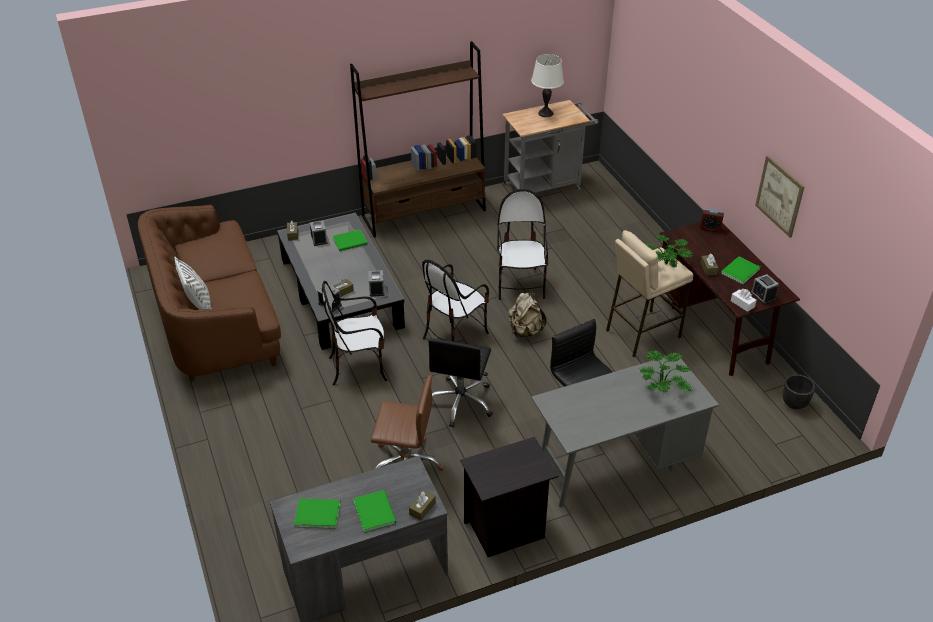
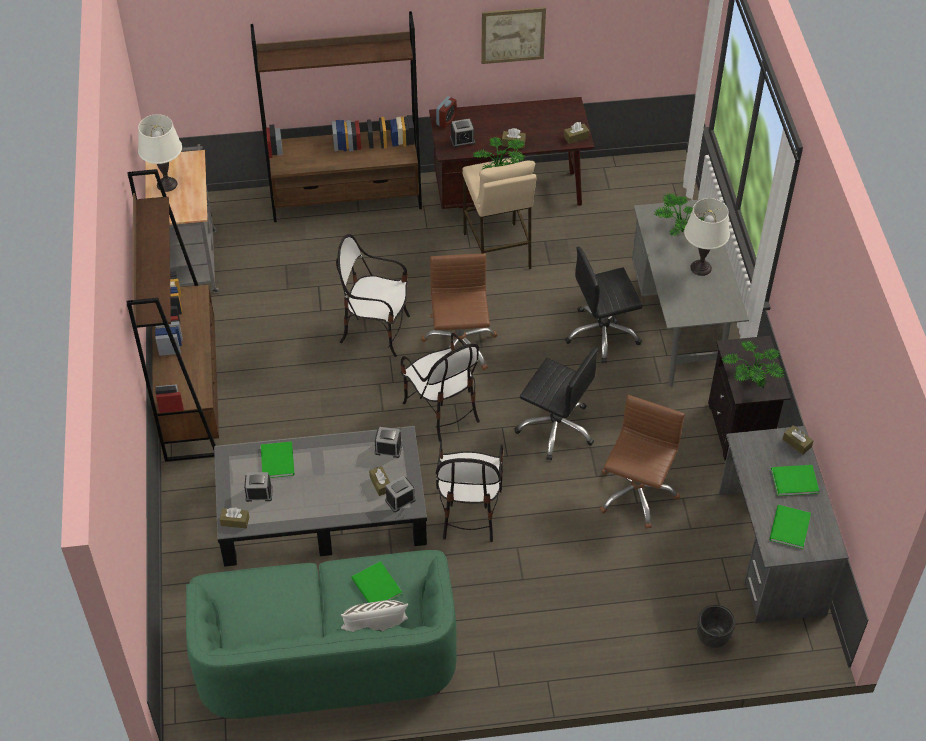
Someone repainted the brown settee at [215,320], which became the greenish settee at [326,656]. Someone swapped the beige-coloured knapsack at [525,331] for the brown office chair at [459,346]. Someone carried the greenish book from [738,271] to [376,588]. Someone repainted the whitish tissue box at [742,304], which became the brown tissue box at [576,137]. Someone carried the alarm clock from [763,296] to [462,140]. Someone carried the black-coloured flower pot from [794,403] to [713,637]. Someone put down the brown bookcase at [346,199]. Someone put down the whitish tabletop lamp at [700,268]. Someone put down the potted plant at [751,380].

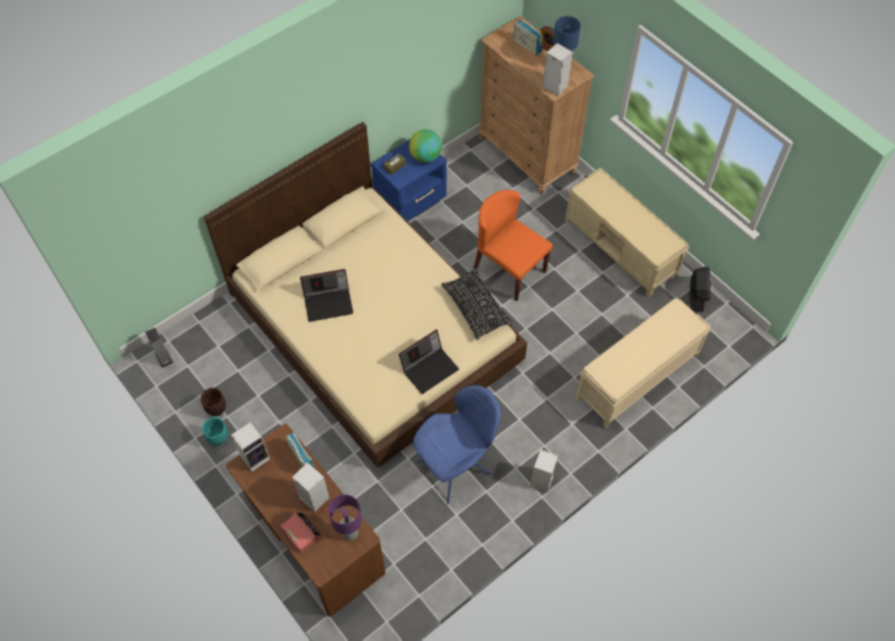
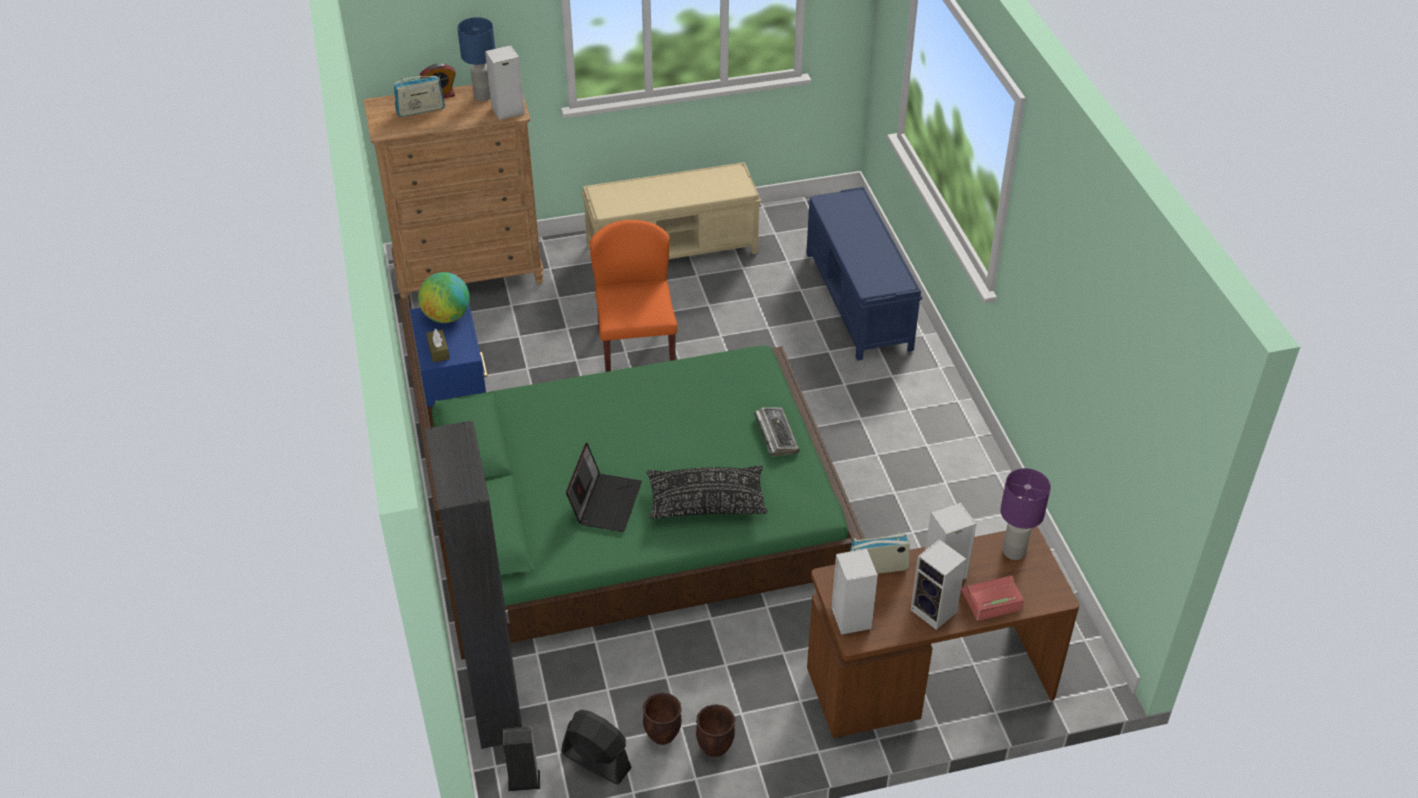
Someone repainted the turquoise flower pot at [218,439], which became the brown flower pot at [715,748]. Someone repainted the beige-coloured bed at [374,326], which became the greenish bed at [632,510]. Someone swapped the laptop at [429,368] for the PC keyboard at [776,434]. Someone took away the blue-coloured plain chair at [456,466]. Someone carried the black-coloured throw pillow from [476,308] to [706,502]. Someone rotated the orangey plain chair at [509,270] by 105 degrees clockwise. Someone carried the loudspeaker from [542,482] to [935,611]. Someone repainted the beige-coloured indoor bench at [636,376], which became the blue-coloured indoor bench at [858,301]. Someone carried the black-coloured fan from [696,295] to [596,760]. Someone put down the black-coloured armoire at [495,704].

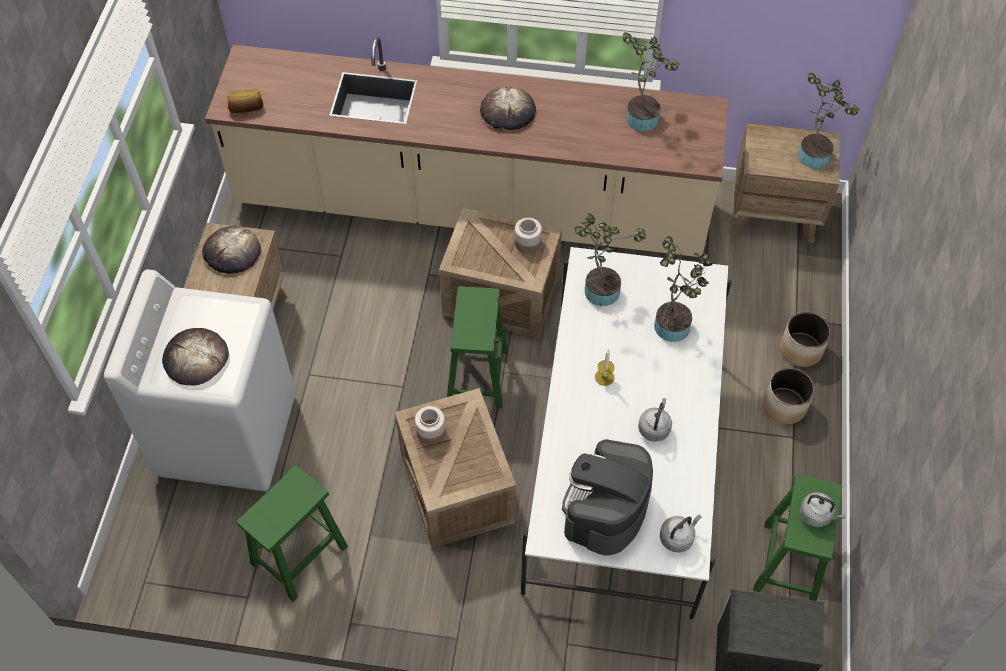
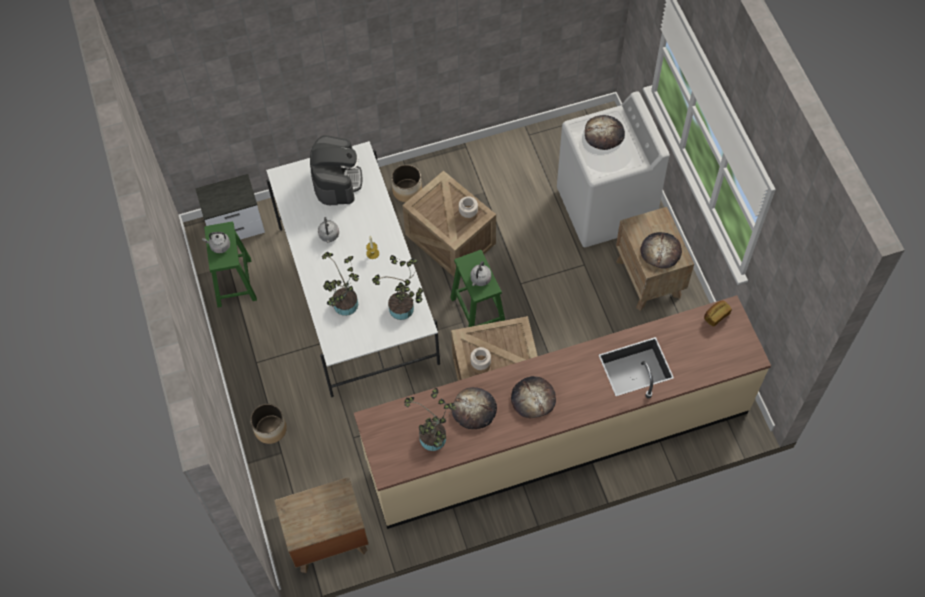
Someone took away the greenish stool seat at [300,554]. Someone carried the greyish tea kettle from [677,537] to [480,279]. Someone carried the flower pot from [784,406] to [407,190]. Someone took away the potted plant at [814,153]. Someone put down the bread at [474,409].

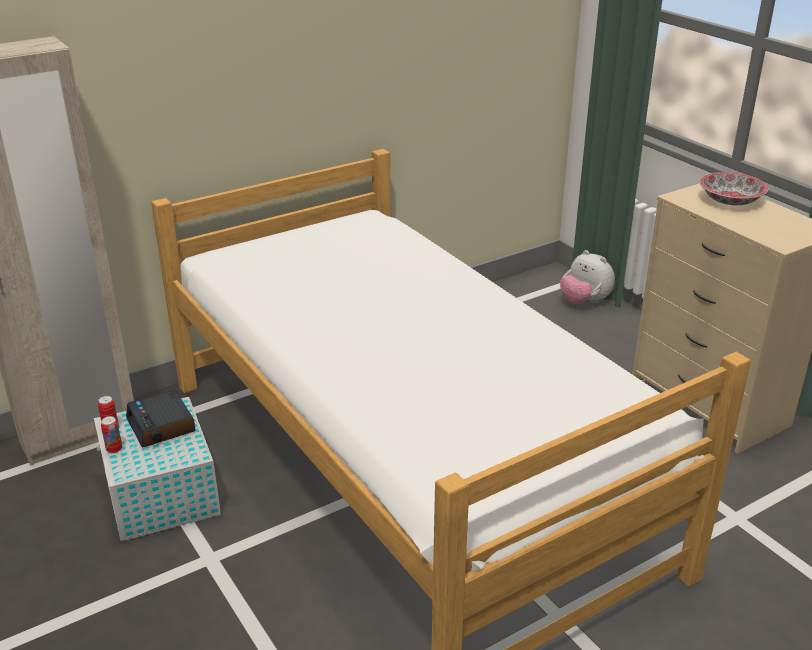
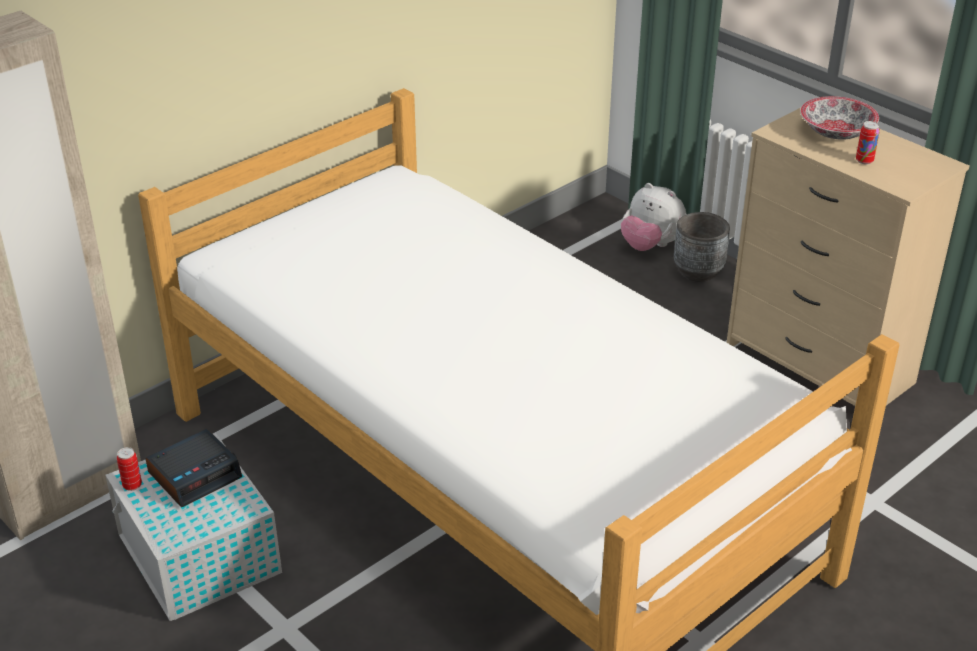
Someone carried the metal can from [114,449] to [864,161]. Someone rotated the alarm clock at [162,425] by 90 degrees counterclockwise. Someone put down the greyish flower pot at [698,271].

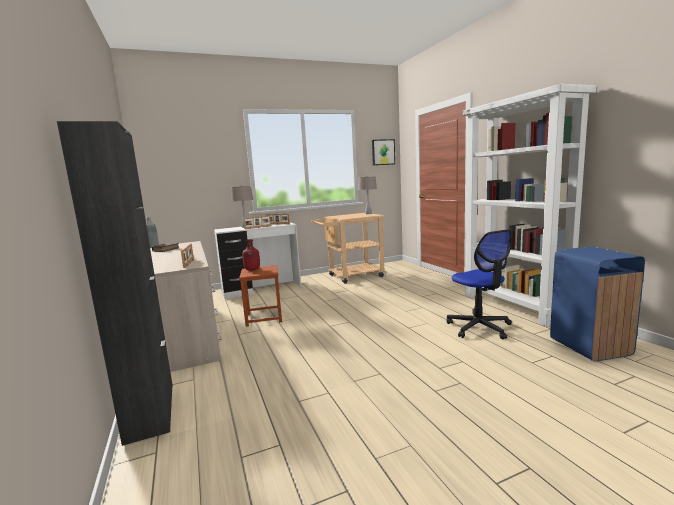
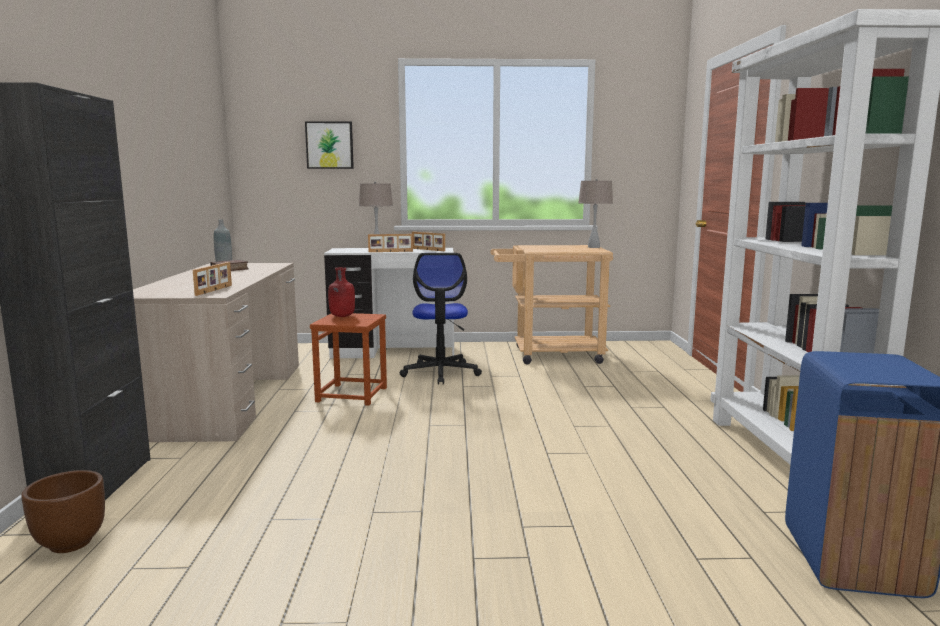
Someone carried the picture from [383,152] to [329,145]. Someone carried the office chair from [479,327] to [440,373]. Someone put down the brown flower pot at [70,543].

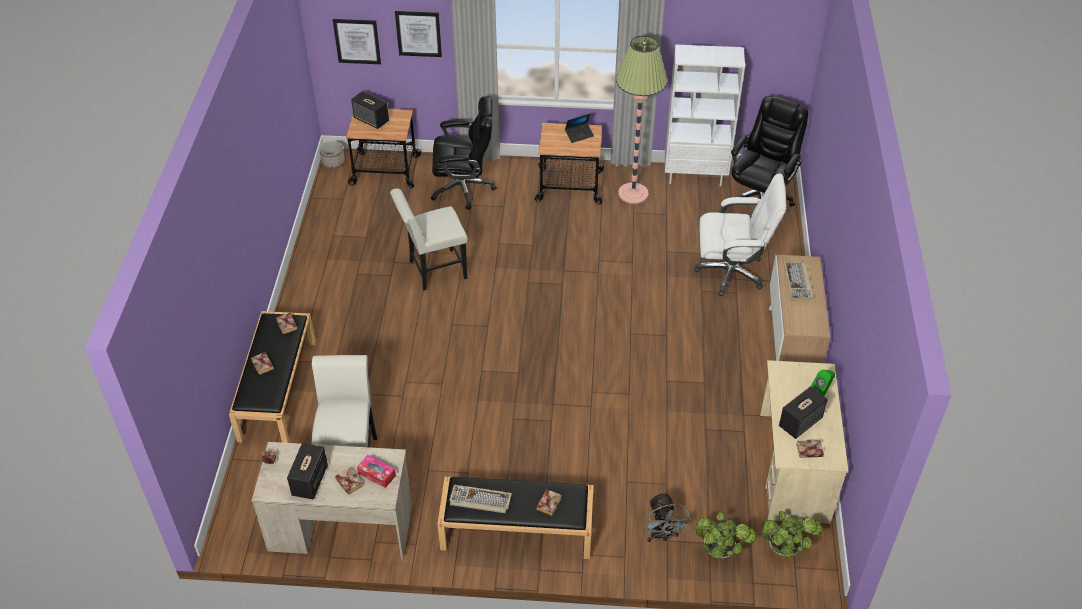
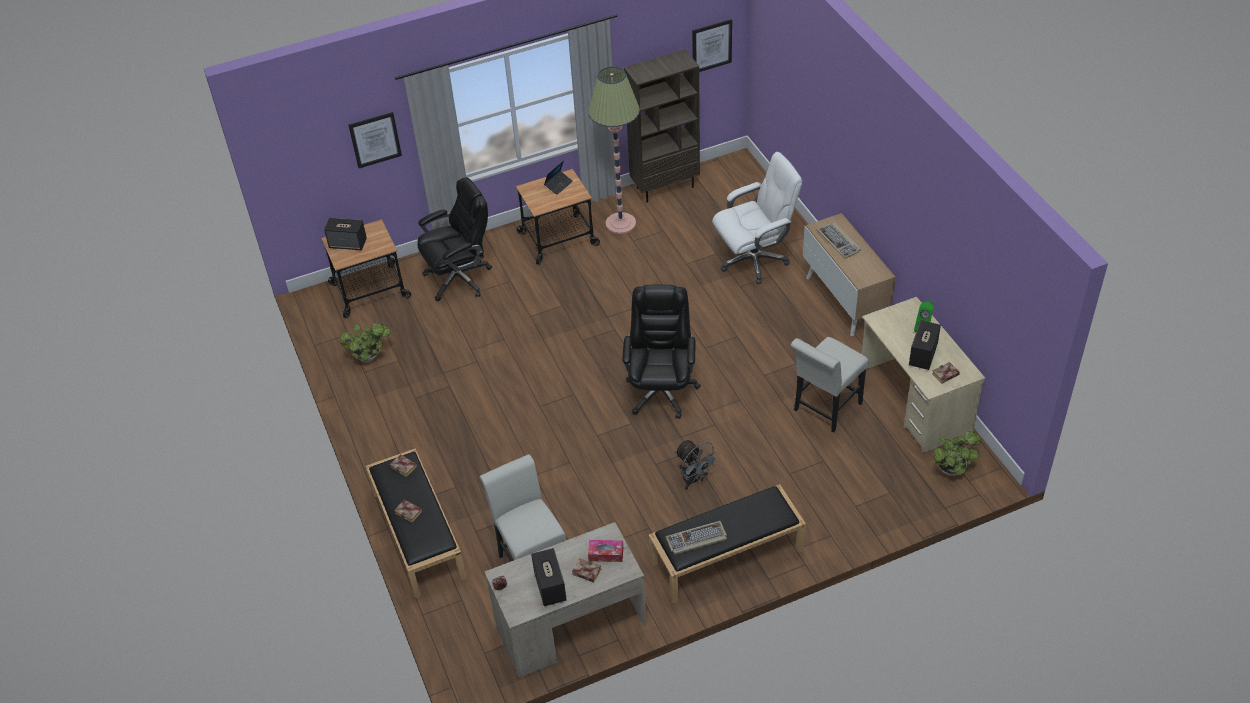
Someone took away the flower pot at [333,163]. Someone carried the picture from [357,41] to [711,46]. Someone carried the whitish plain chair from [433,271] to [824,409]. Someone took away the book at [548,503]. Someone carried the greyish fan from [662,536] to [694,480]. Someone repainted the whitish bookcase at [695,176], which became the brown bookcase at [665,187]. Someone carried the potted plant from [721,551] to [370,356]. Someone carried the black-coloured office chair from [760,197] to [661,390].

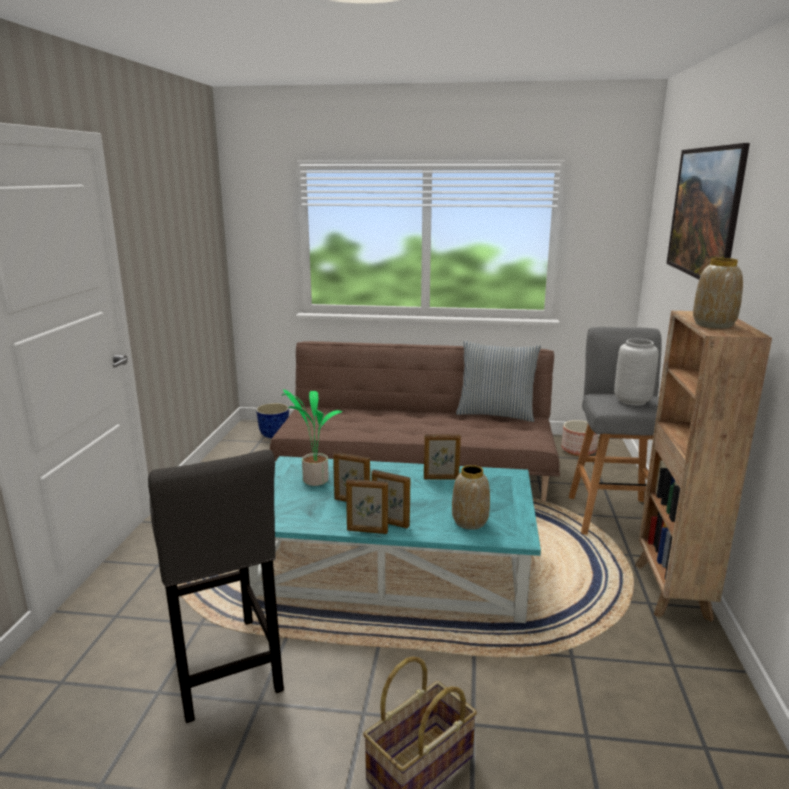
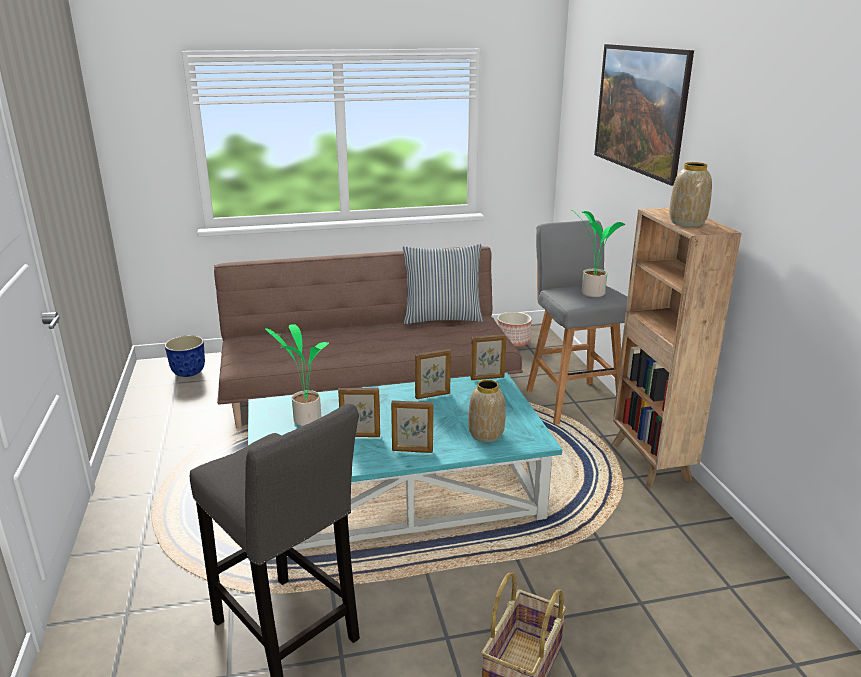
Someone carried the photo frame from [367,531] to [487,378]. Someone swapped the greyish decorative vase at [633,401] for the potted plant at [591,293].

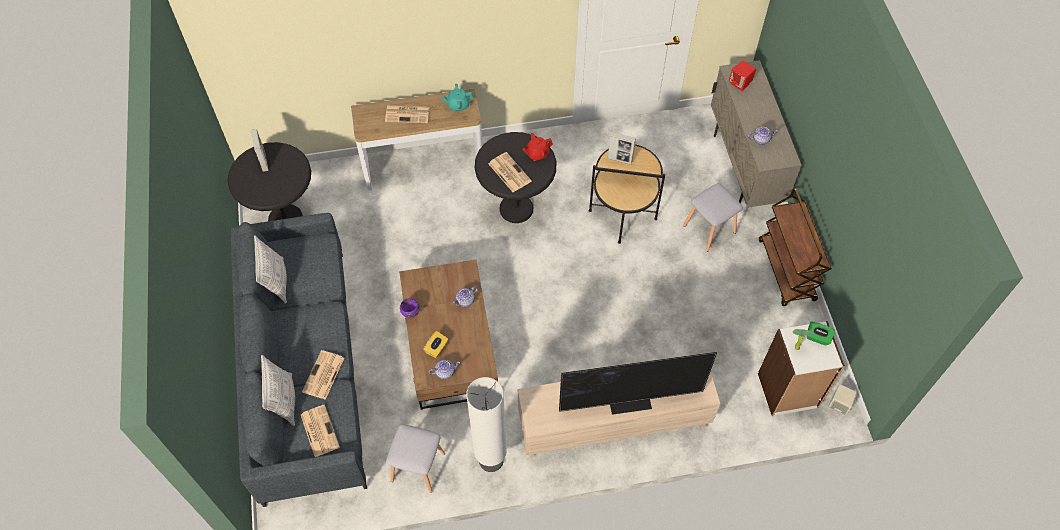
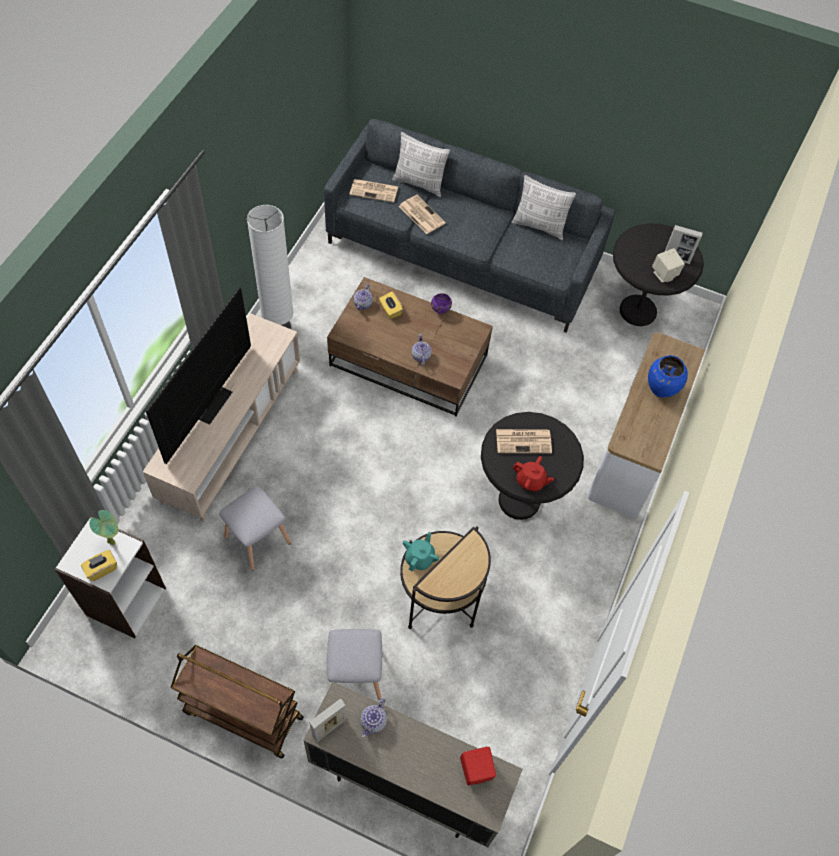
Someone swapped the newspaper at [408,114] for the blue-coloured decorative vase at [661,390]. Someone carried the greyish stool seat from [417,466] to [258,540]. Someone carried the turquoise teapot from [458,105] to [420,558]. Someone rotated the reddish teapot at [537,154] by 105 degrees clockwise. Someone carried the photo frame from [620,159] to [329,728]. Someone repainted the greenish tissue box at [817,337], which became the yellowish tissue box at [101,569]. Someone carried the beige-coloured loudspeaker from [839,405] to [664,275].

